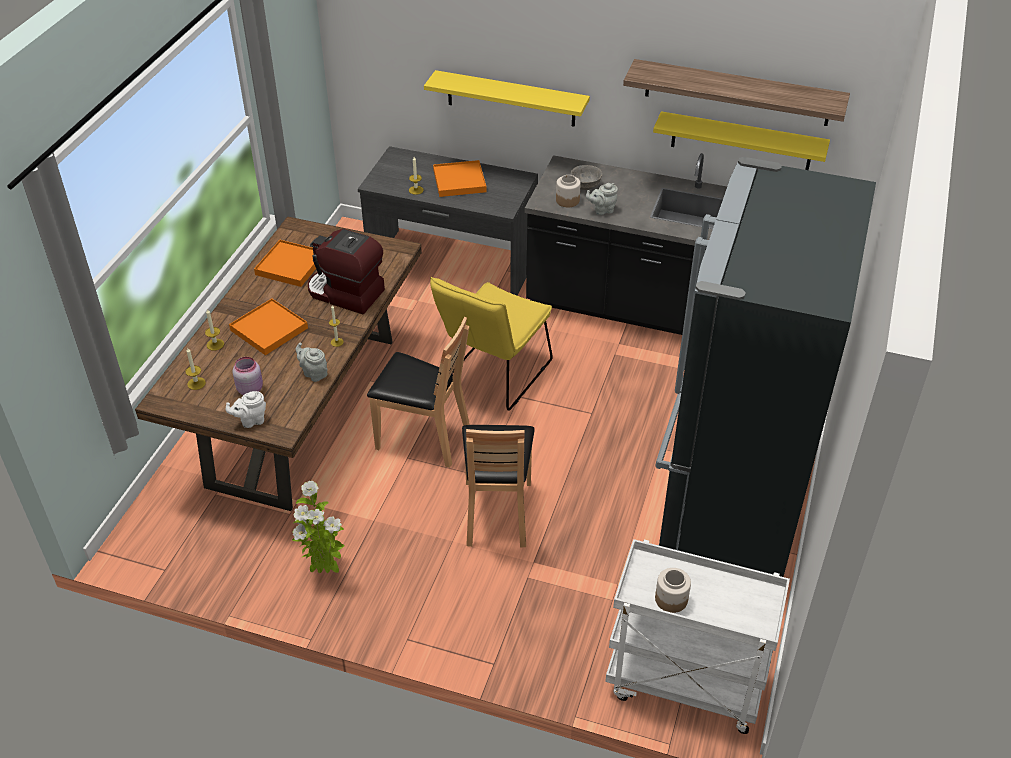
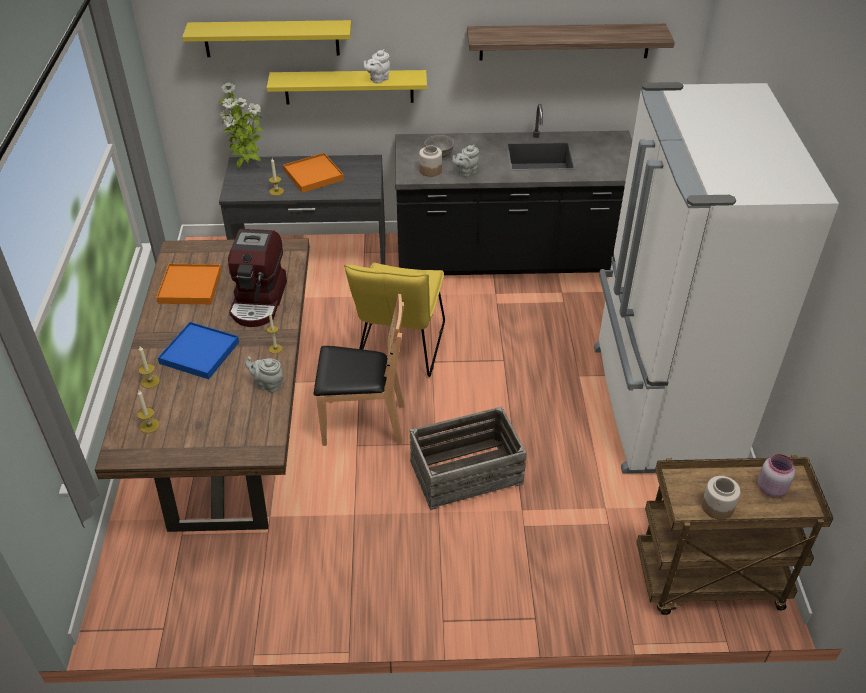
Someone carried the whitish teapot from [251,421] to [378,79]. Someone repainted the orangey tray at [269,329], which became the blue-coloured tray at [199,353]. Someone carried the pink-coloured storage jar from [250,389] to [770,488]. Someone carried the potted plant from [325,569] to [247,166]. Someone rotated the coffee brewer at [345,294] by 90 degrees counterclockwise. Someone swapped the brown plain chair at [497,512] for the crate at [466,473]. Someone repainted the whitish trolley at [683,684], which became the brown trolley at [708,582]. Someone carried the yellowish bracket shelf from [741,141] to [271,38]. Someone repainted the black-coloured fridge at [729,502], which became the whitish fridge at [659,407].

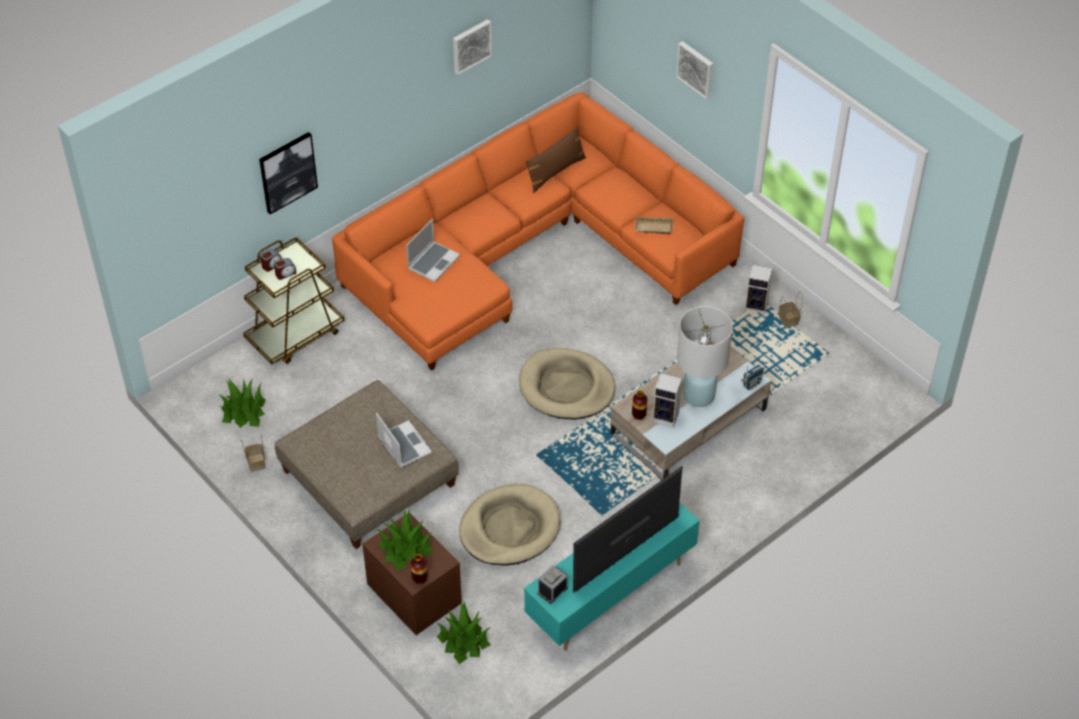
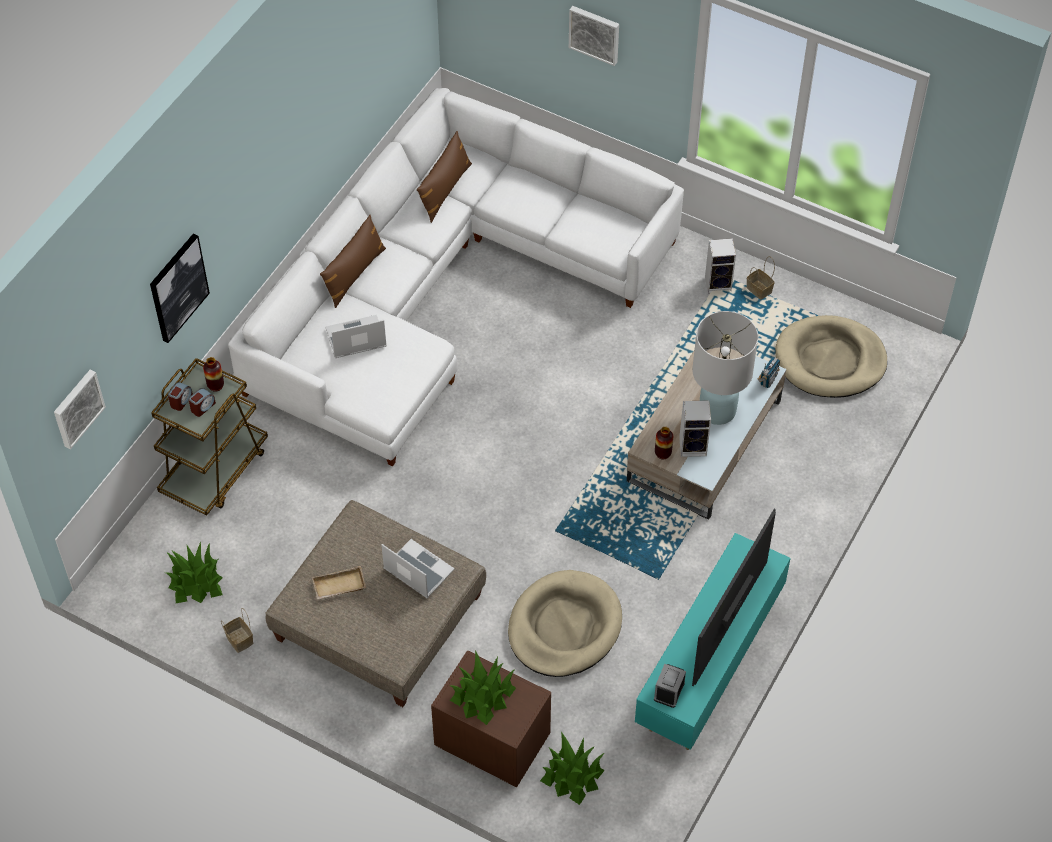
Someone repainted the orangey settee at [531,250], which became the whitish settee at [441,288]. Someone rotated the laptop at [433,262] by 120 degrees counterclockwise. Someone carried the decorative vase from [419,578] to [215,385]. Someone carried the picture from [470,45] to [77,408]. Someone carried the beige-coloured dog cushion from [566,387] to [830,360]. Someone carried the beige-coloured tray from [653,228] to [339,587]. Someone put down the brown throw pillow at [354,274].

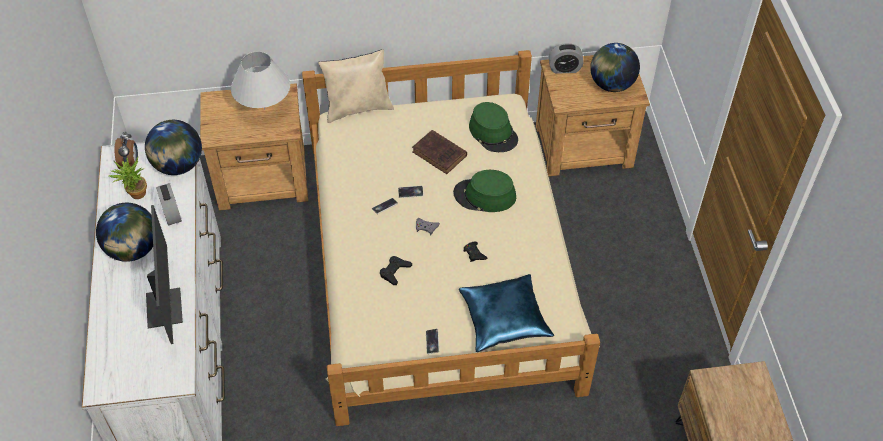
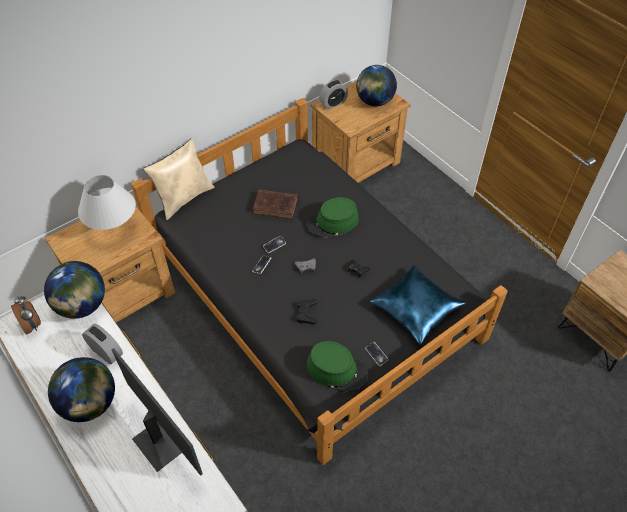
Someone took away the potted plant at [135,195]. Someone repainted the beige-coloured bed at [440,262], which became the black-coloured bed at [313,292]. Someone carried the greenish hat from [493,133] to [337,369].

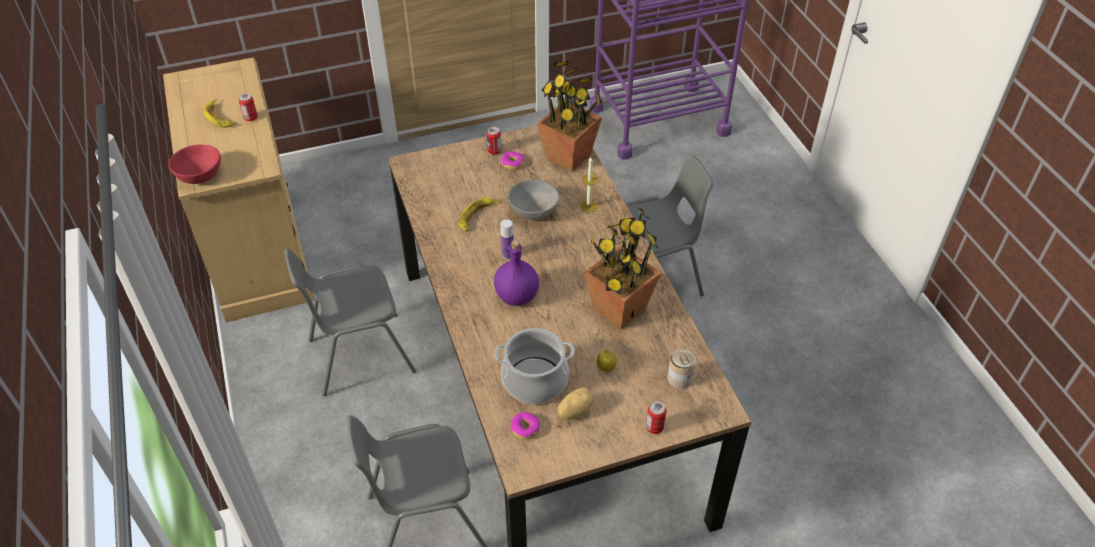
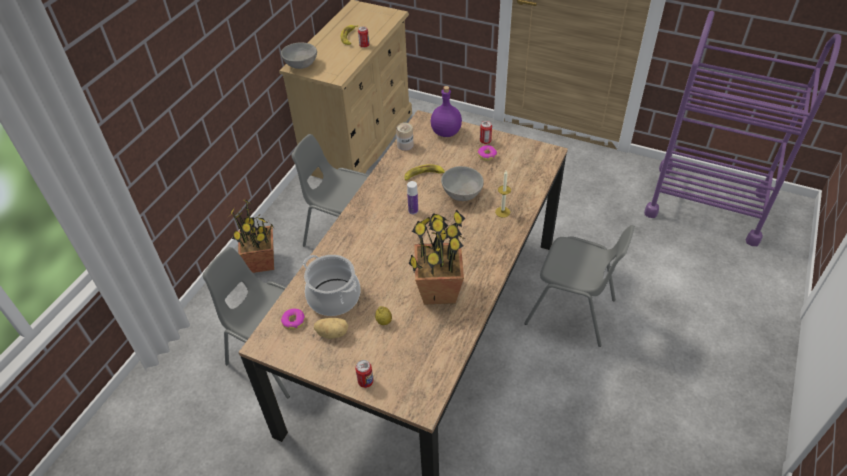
Someone repainted the reddish serving bowl at [199,176], which became the greyish serving bowl at [301,65]. Someone carried the purple drink bottle from [517,296] to [446,132]. Someone carried the potted plant from [569,157] to [263,262]. Someone carried the metal can from [679,378] to [405,145].

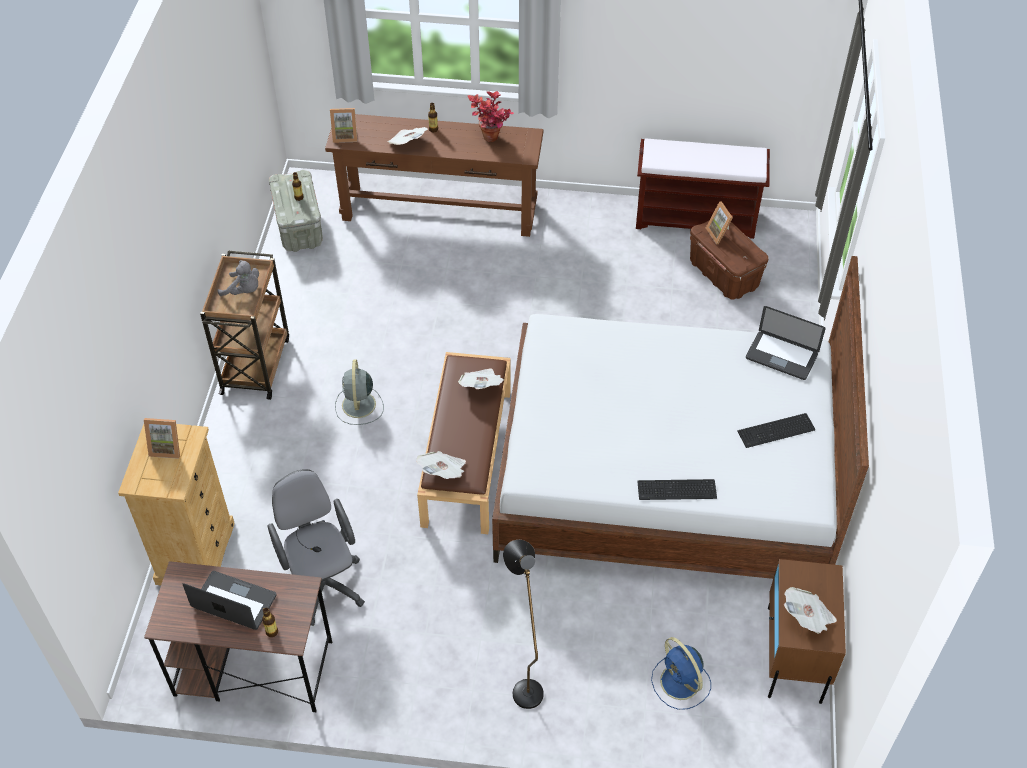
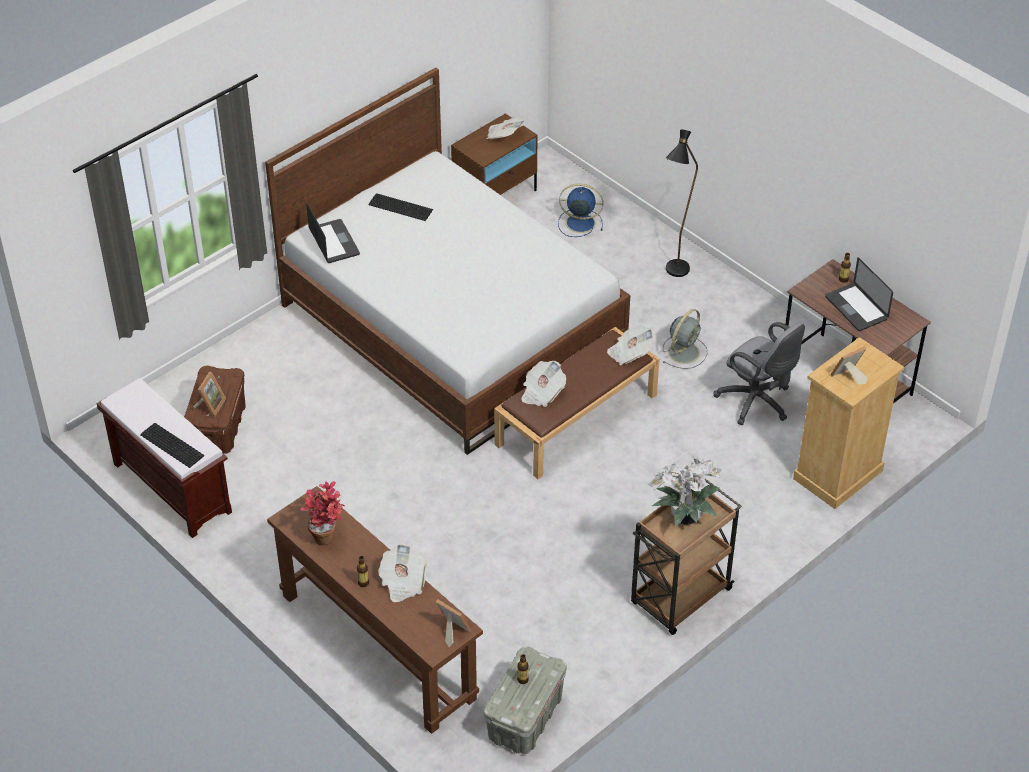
Someone rotated the photo frame at [167,447] by 75 degrees counterclockwise. Someone swapped the greyish cuddly toy at [244,291] for the potted plant at [683,518]. Someone rotated the greyish office chair at [322,581] by 60 degrees counterclockwise. Someone carried the greyish fan from [358,406] to [684,351]. Someone carried the PC keyboard from [678,491] to [172,444]. Someone rotated the blue-coloured fan at [681,683] by 90 degrees counterclockwise.

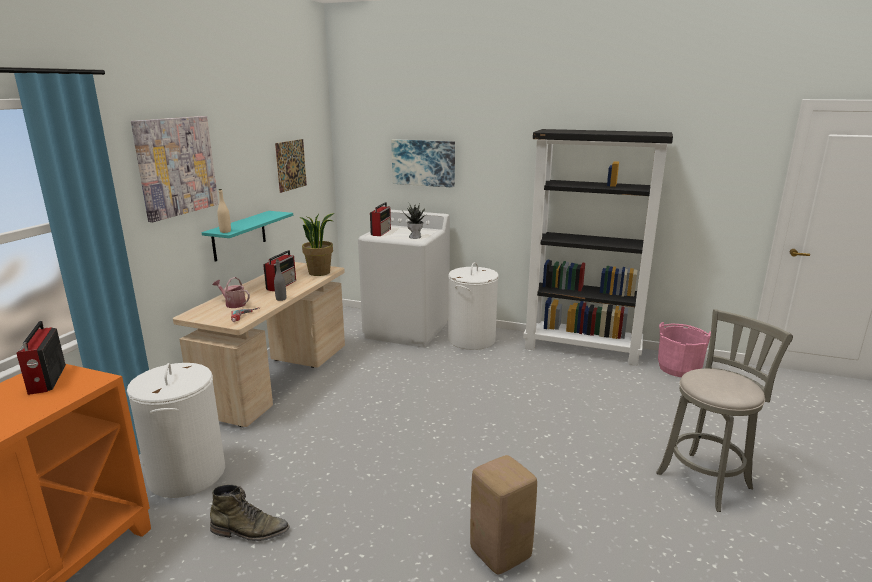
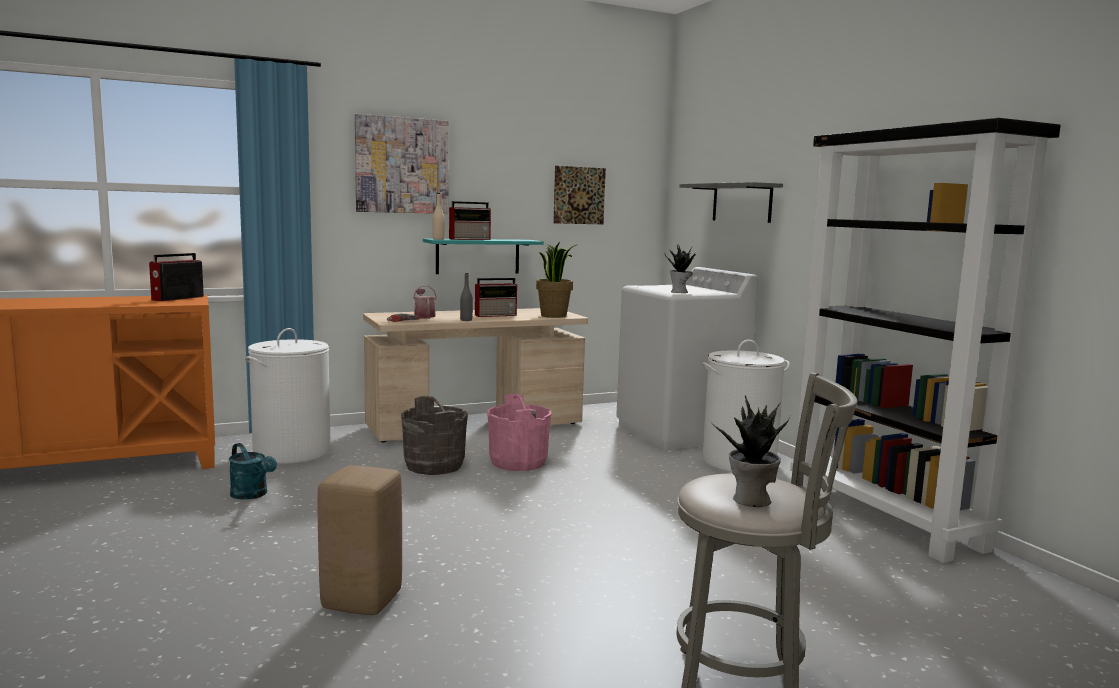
Someone swapped the greenish tall boot at [250,531] for the turquoise watering pot at [252,495]. Someone carried the radio from [381,232] to [470,239]. Someone swapped the picture at [423,162] for the greyish bracket shelf at [741,203]. Someone carried the pink-coloured water bucket from [679,368] to [518,462]. Someone put down the greyish water bucket at [434,465]. Someone put down the potted plant at [750,500].

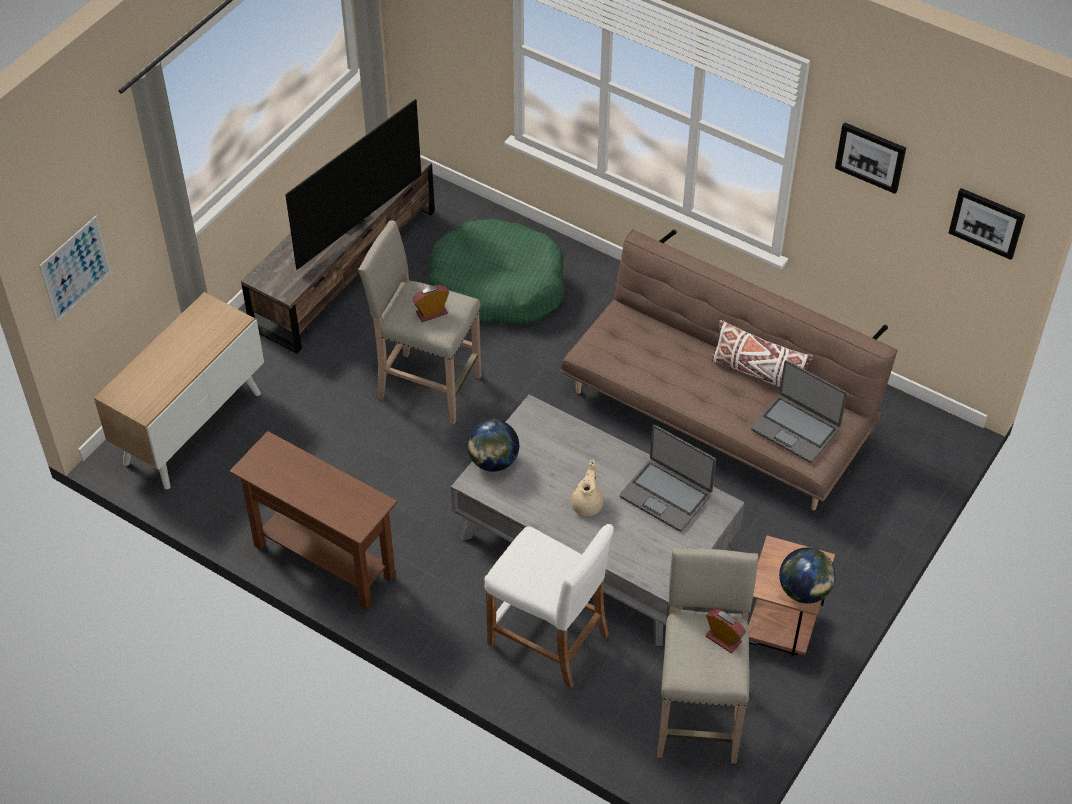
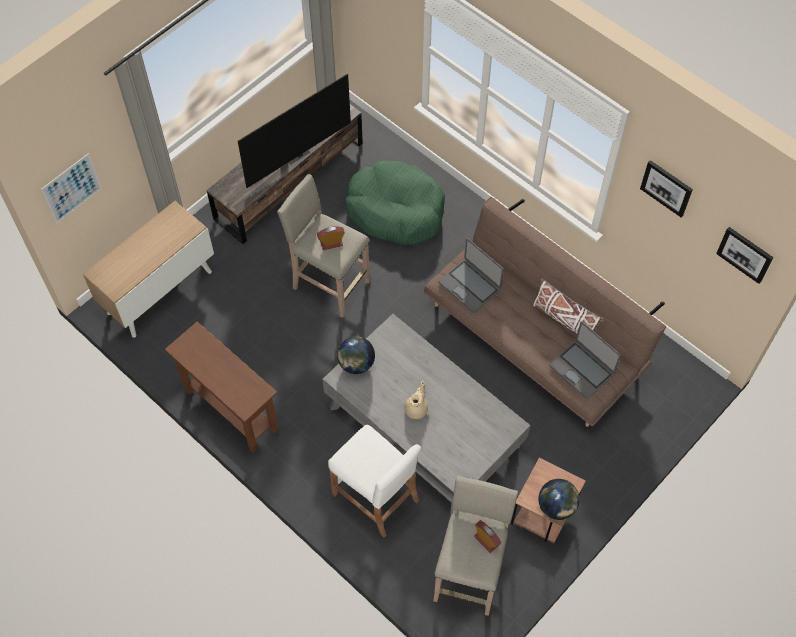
Someone carried the laptop from [666,495] to [470,286].

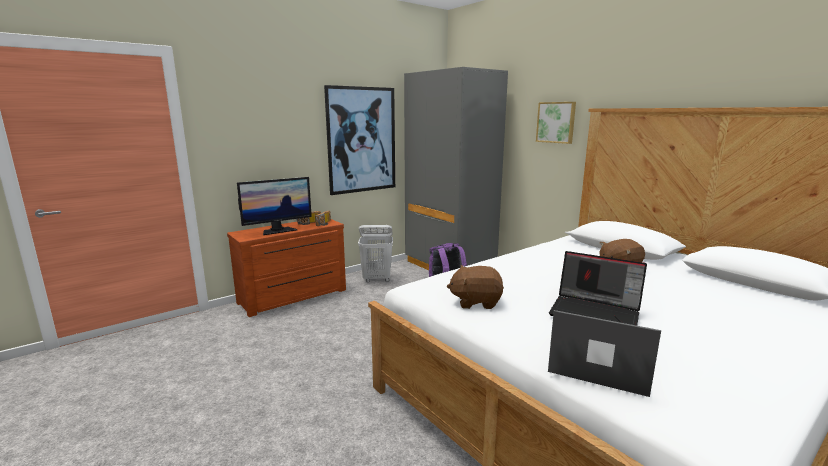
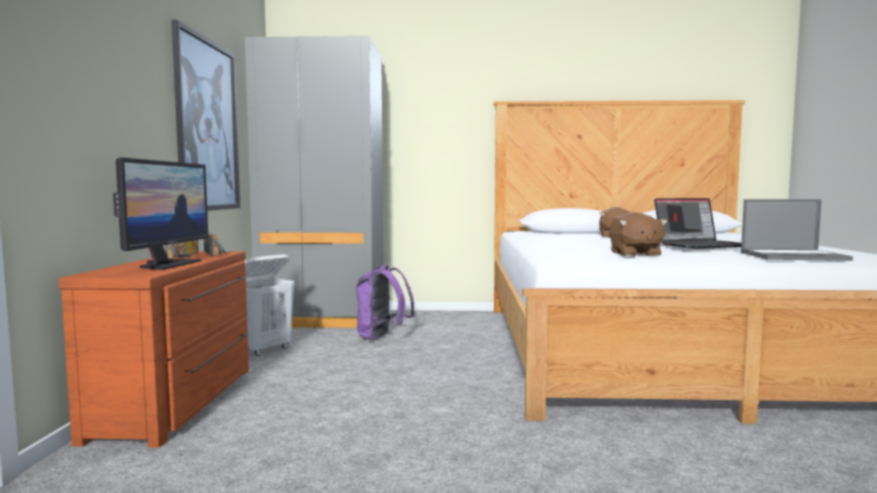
Someone rotated the brown cuddly toy at [475,302] by 45 degrees counterclockwise. Someone took away the picture at [556,122]. Someone rotated the laptop at [597,365] by 150 degrees counterclockwise.

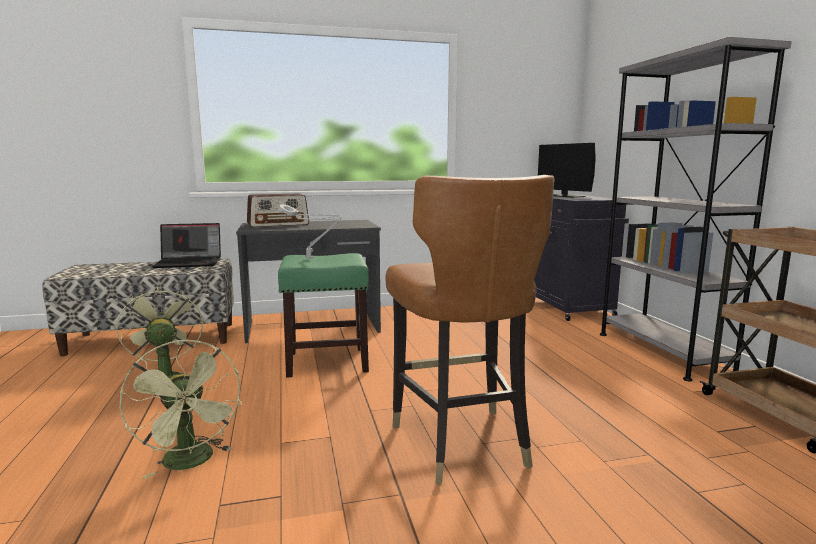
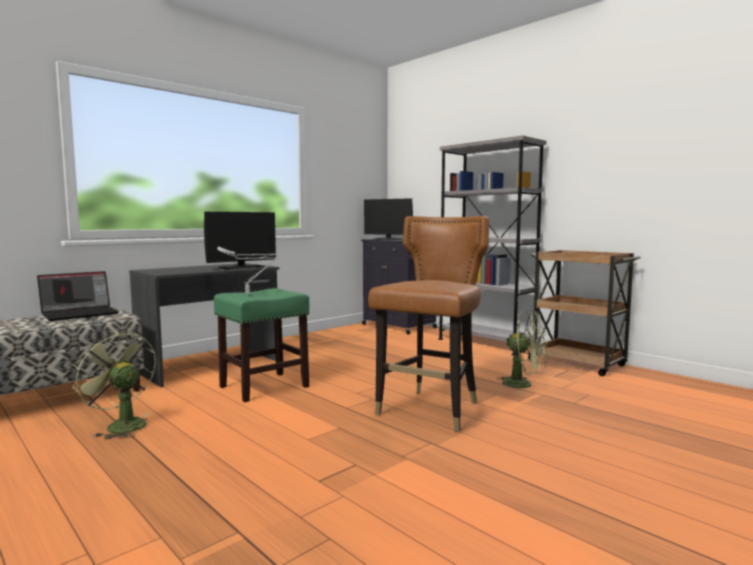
Someone carried the greenish fan from [192,462] to [524,385]. Someone took away the radio at [278,224]. Someone rotated the brown plain chair at [460,442] by 105 degrees counterclockwise. Someone put down the monitor at [241,267].

